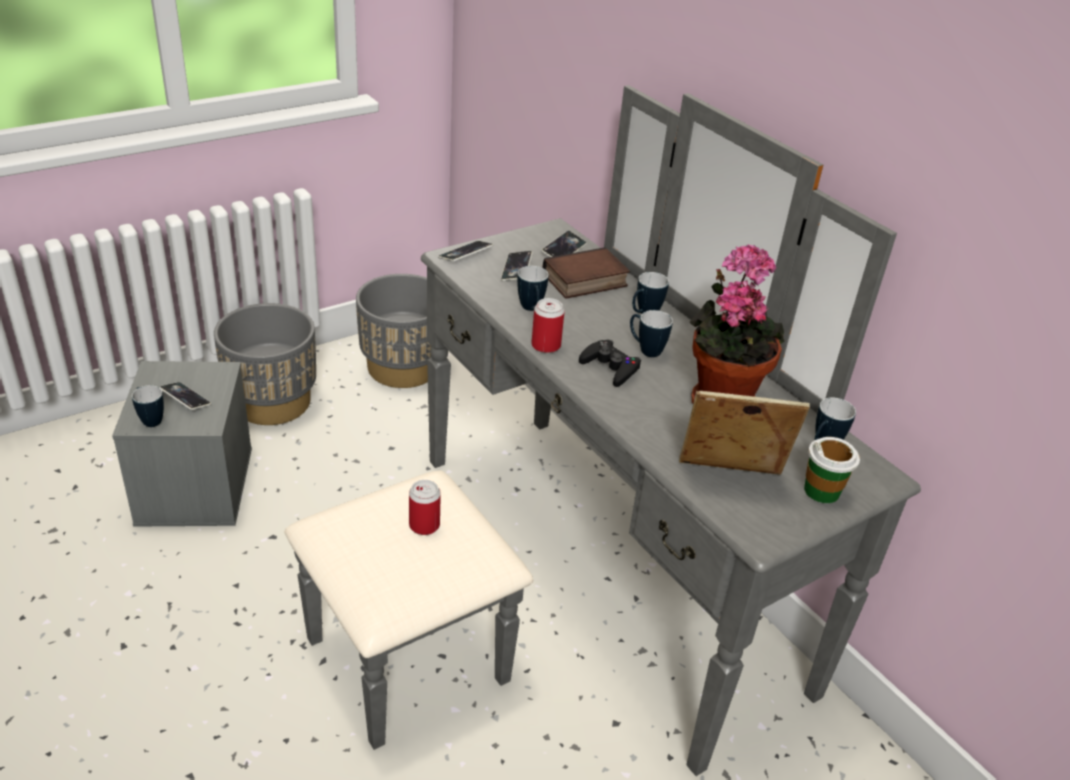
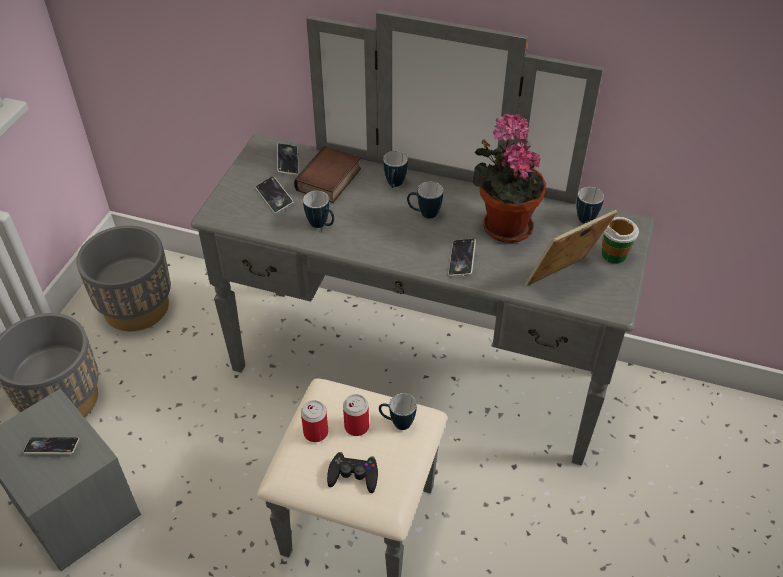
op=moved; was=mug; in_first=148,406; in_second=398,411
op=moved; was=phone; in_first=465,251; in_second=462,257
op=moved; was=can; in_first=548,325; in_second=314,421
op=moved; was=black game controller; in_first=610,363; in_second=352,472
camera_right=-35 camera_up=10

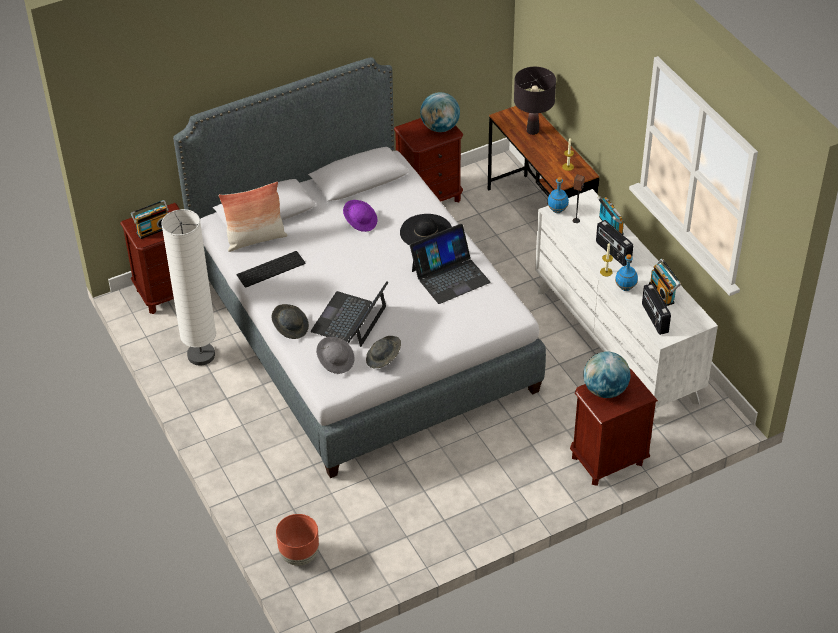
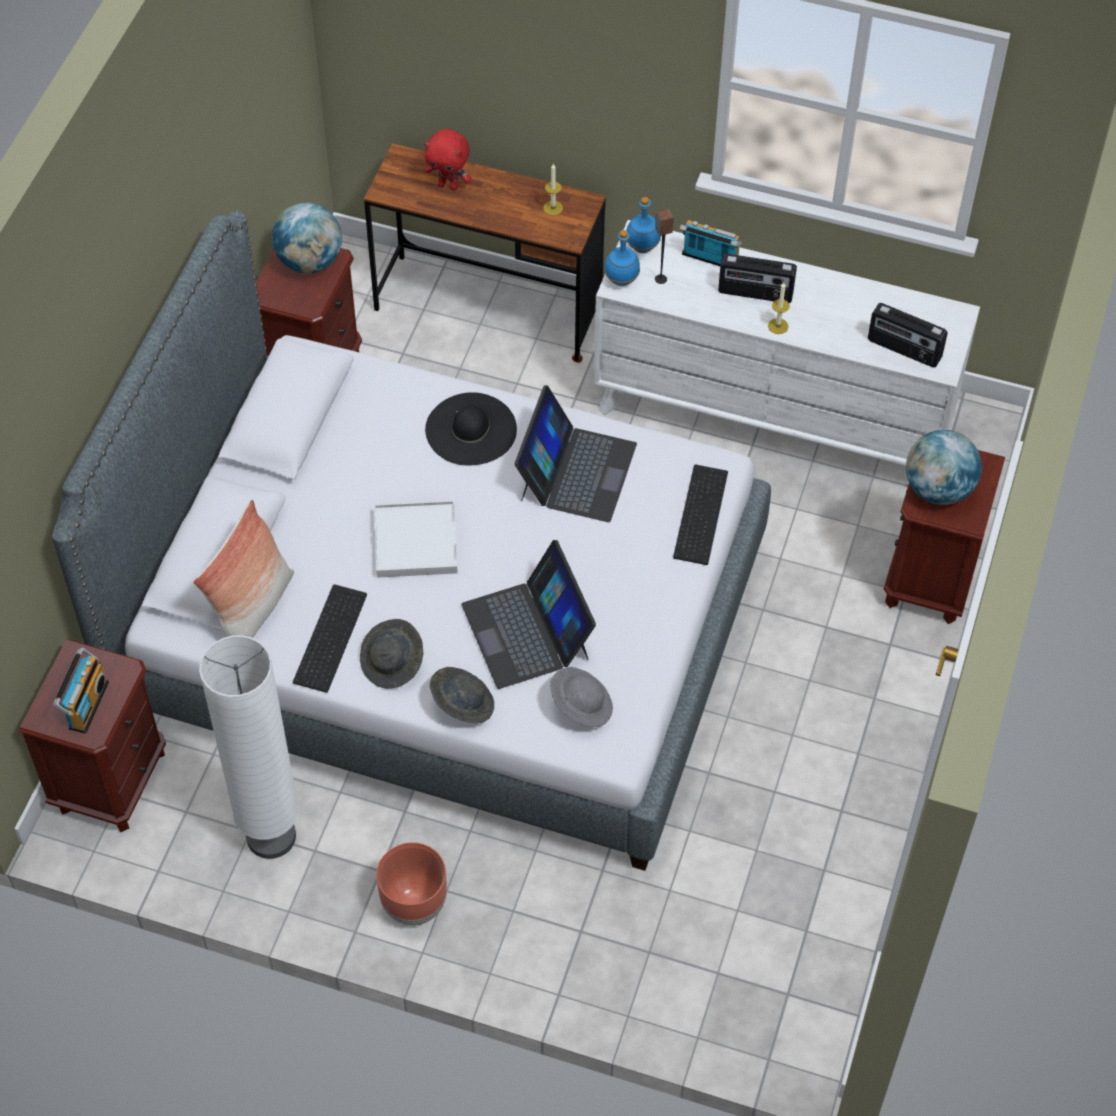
op=removed; was=purple hat; in_first=360,216
op=removed; was=radio; in_first=665,282
op=added; now=white tray; in_second=416,539
op=added; now=keyboard; in_second=700,514
op=moved; was=brown planter; in_first=297,540; in_second=411,883
op=moved; was=grey hat; in_first=383,352; in_second=391,654
op=moved; was=blue bottle; in_first=626,272; in_second=643,225
op=replaced; was=black table lamp; now=red plush toy; in_first=535,101; in_second=447,159
camera_right=-45 camera_up=10

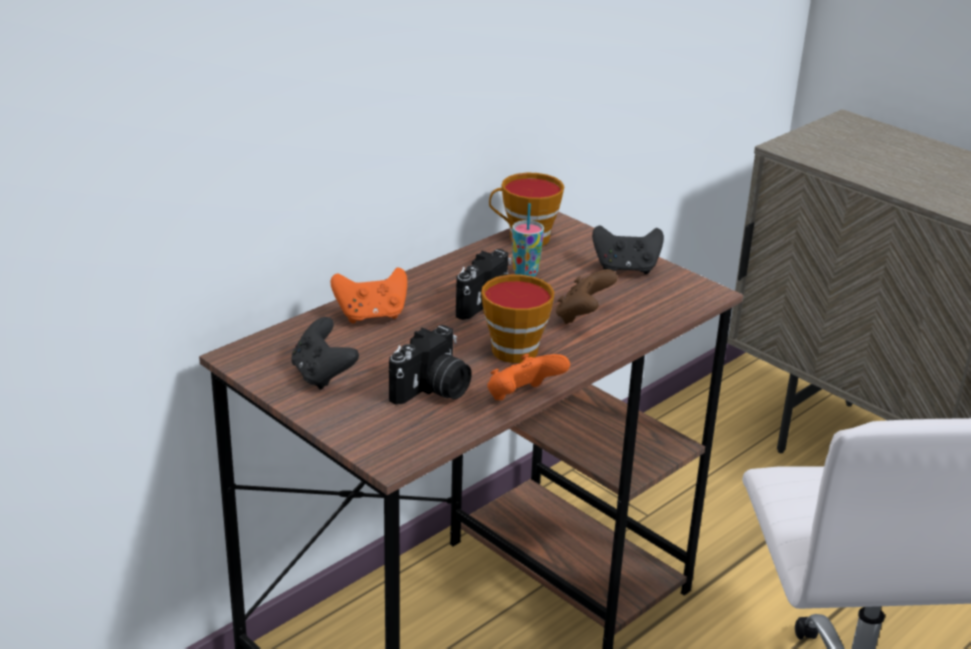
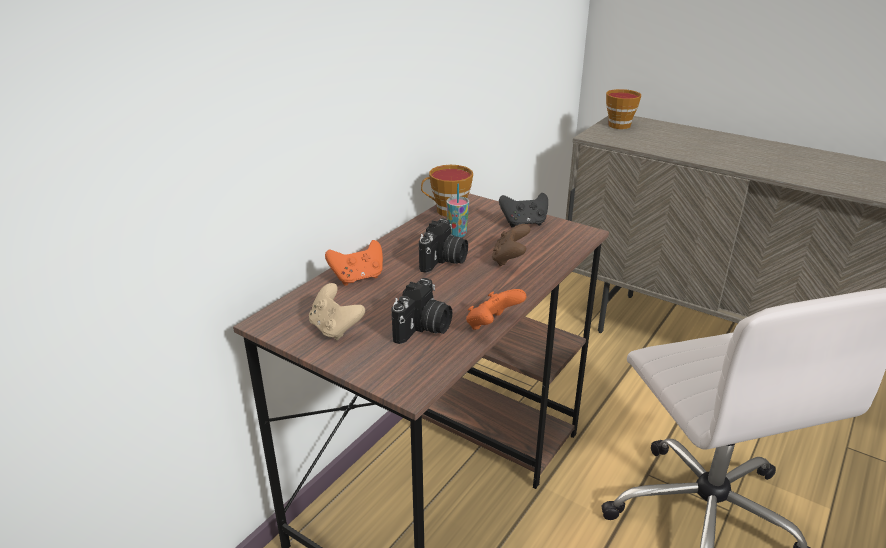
op=moved; was=cup; in_first=517,318; in_second=623,109
op=recoloured; was=black game controller; now=beige game controller; in_first=325,353; in_second=337,312
camera_right=-10 camera_up=0

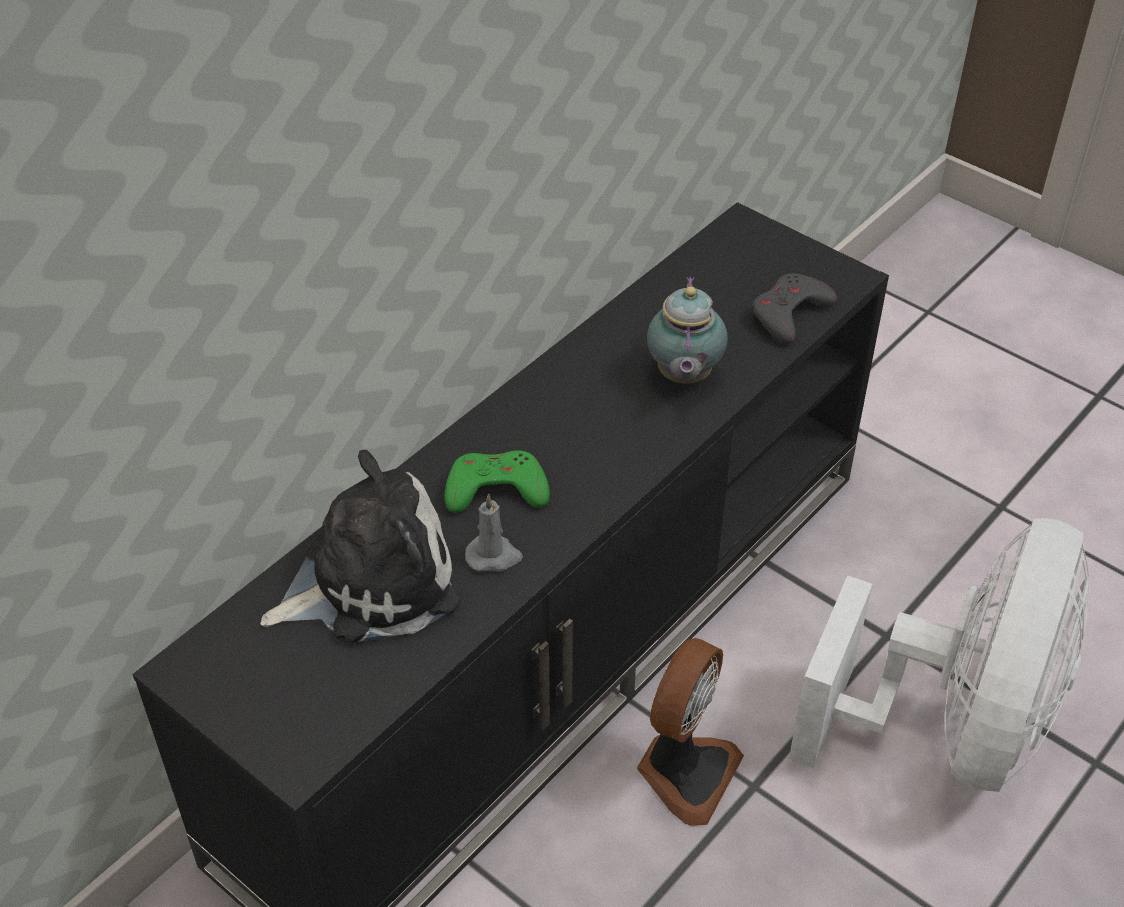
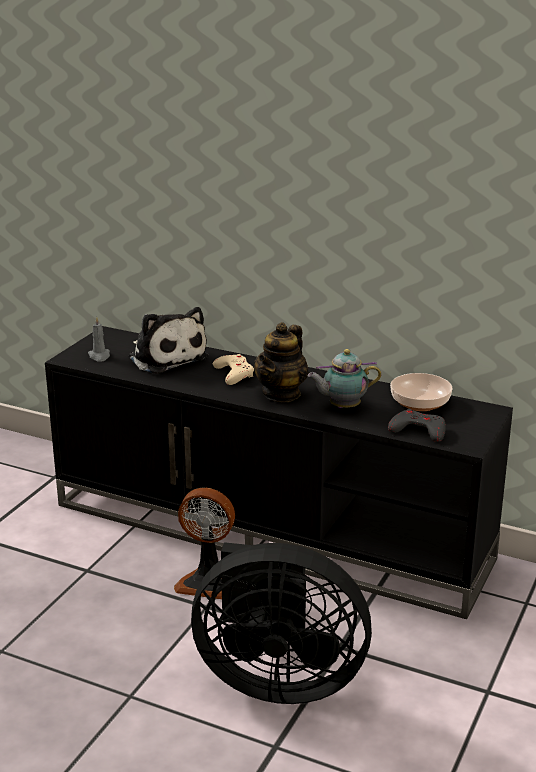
op=added; now=teapot; in_second=281,362
op=added; now=bowl; in_second=421,392
op=moved; was=grey candle; in_first=494,533; in_second=99,339
op=recoloured; was=green game controller; now=beige game controller; in_first=497,481; in_second=233,369
op=recoloured; was=white fan; now=black fan; in_first=939,655; in_second=281,623
camera_right=75 camera_up=-20

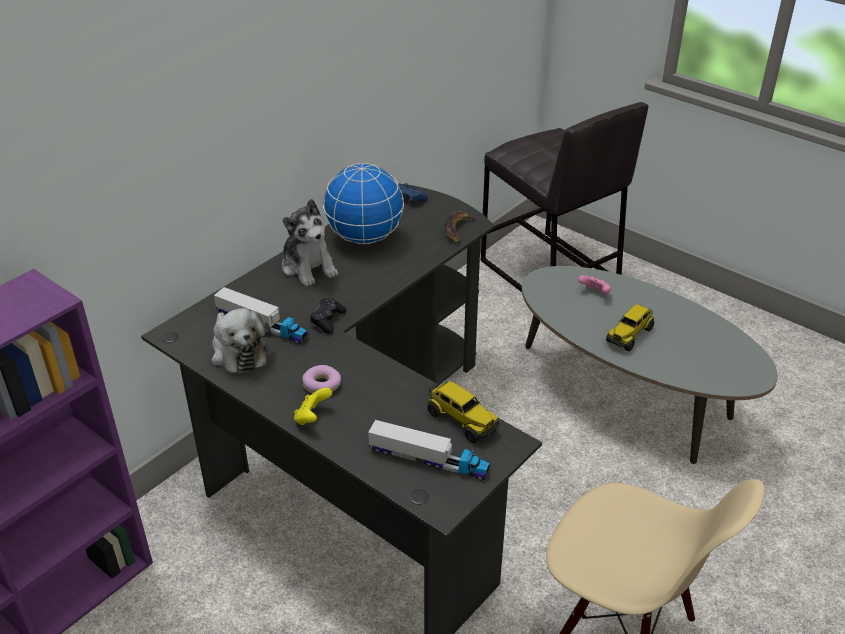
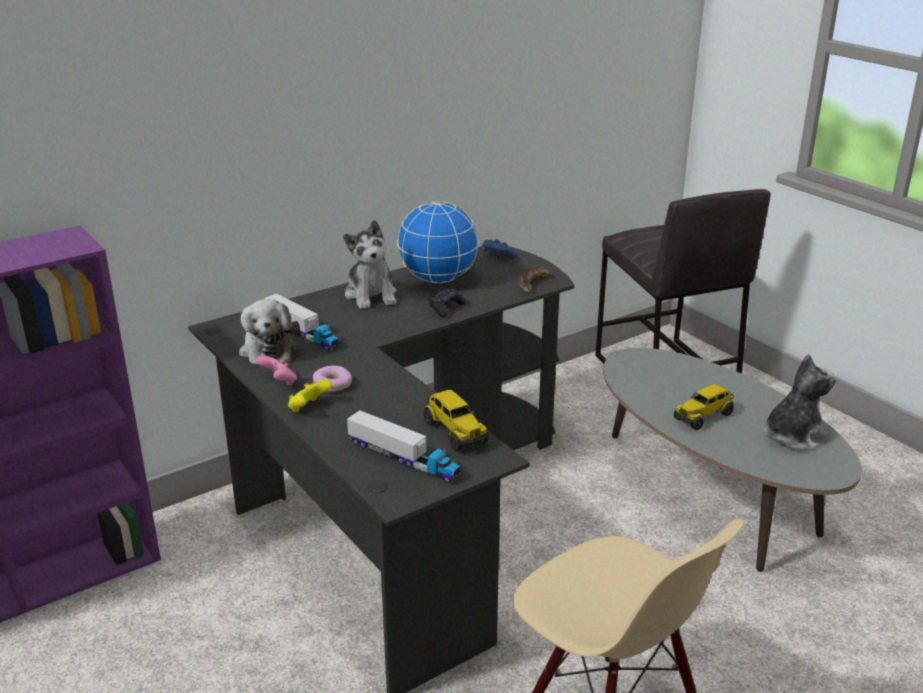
op=added; now=plush toy; in_second=800,402
op=moved; was=black game controller; in_first=328,316; in_second=447,302
op=moved; was=pink game controller; in_first=594,285; in_second=276,370
camera_right=15 camera_up=-10

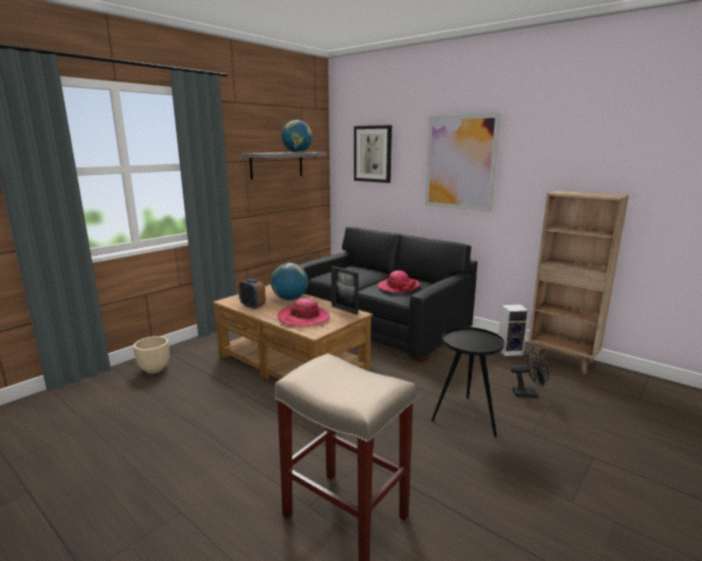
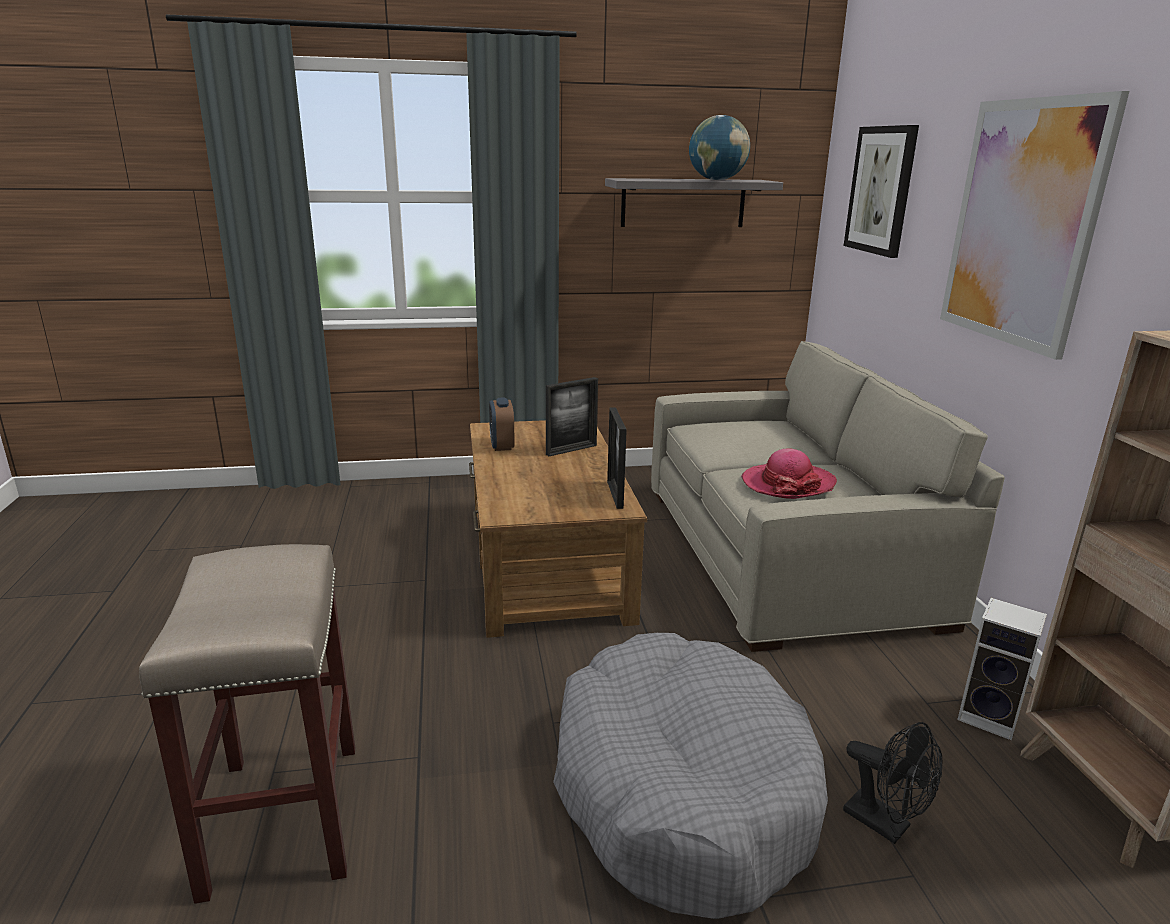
op=removed; was=beige planter; in_first=151,355
op=removed; was=hat; in_first=304,312
op=replaced; was=globe; now=picture frame; in_first=289,281; in_second=572,416
op=replaced; was=black side table; now=grey dog bed; in_first=468,382; in_second=690,776
op=recoloured; was=black sofa; now=beige sofa; in_first=388,295; in_second=828,496
camera_right=40 camera_up=5

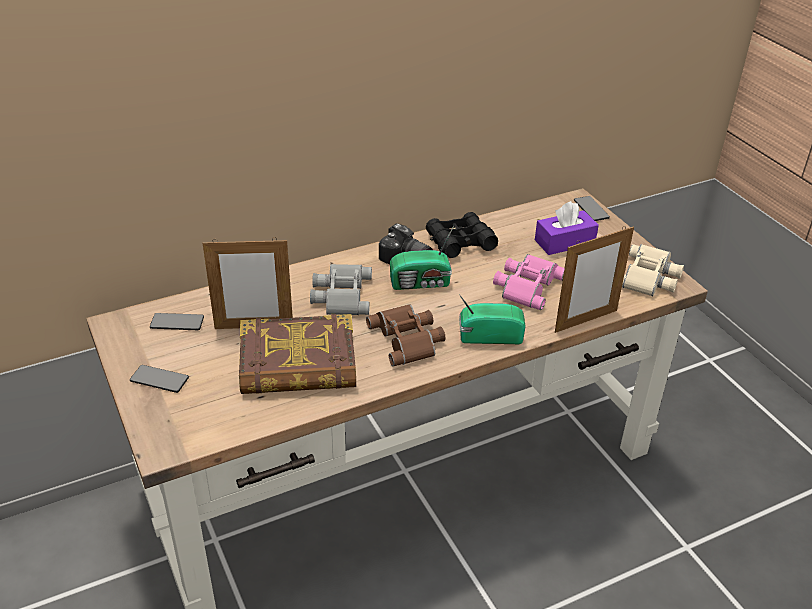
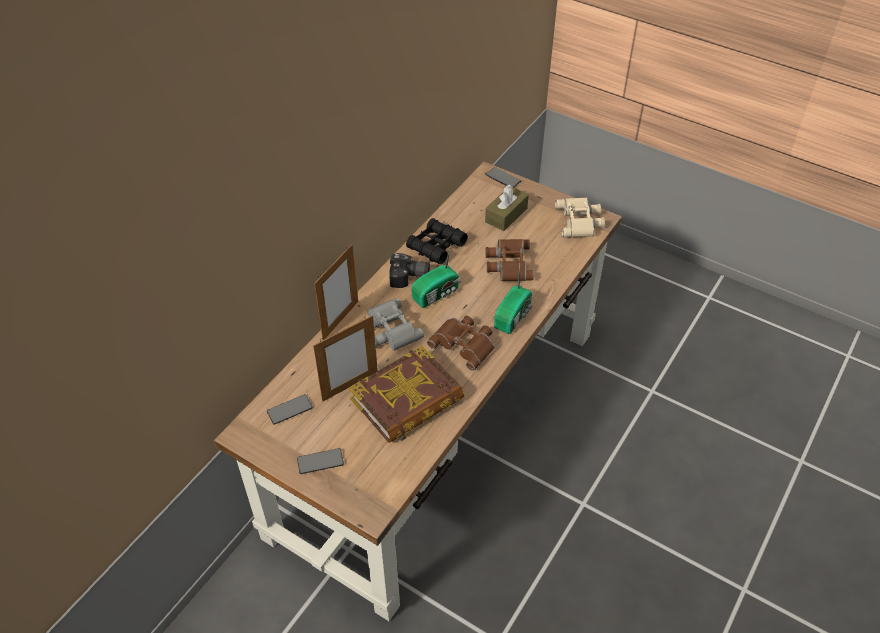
op=moved; was=picture frame; in_first=594,279; in_second=336,292
op=recoloured; was=pink binoculars; now=brown binoculars; in_first=529,282; in_second=510,260
op=recoloured; was=purple tissue box; now=brown tissue box; in_first=567,228; in_second=507,208
op=turned; was=radio; in_first=492,319; in_second=513,298; clockwise=150
camera_right=-30 camera_up=10

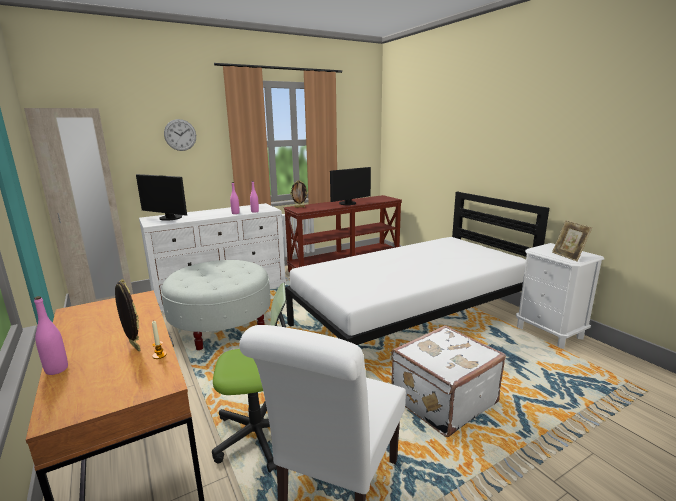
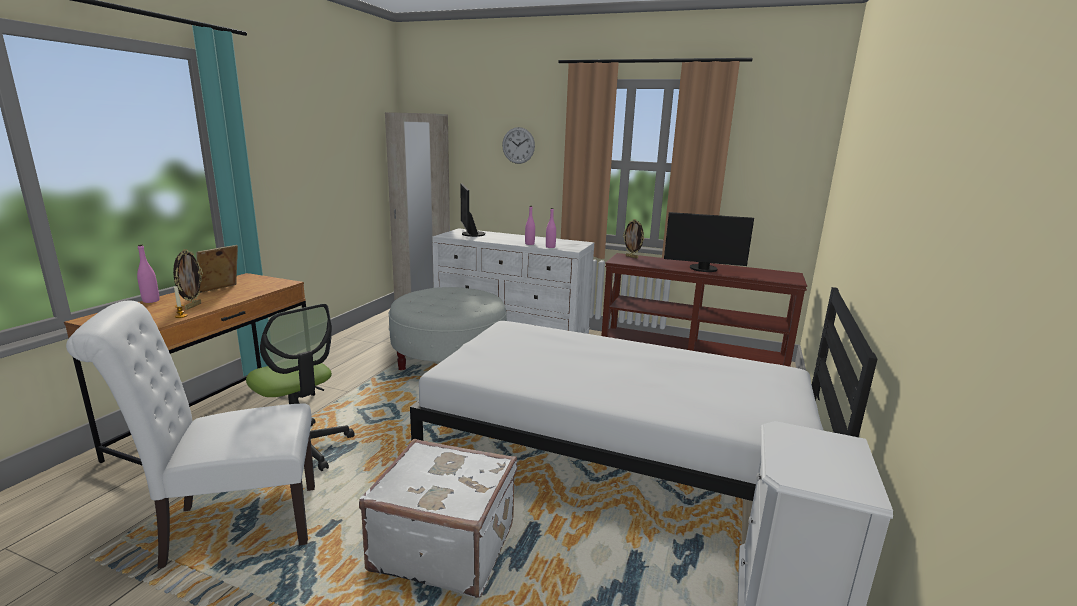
op=moved; was=picture frame; in_first=572,241; in_second=217,269
camera_right=50 camera_up=0

